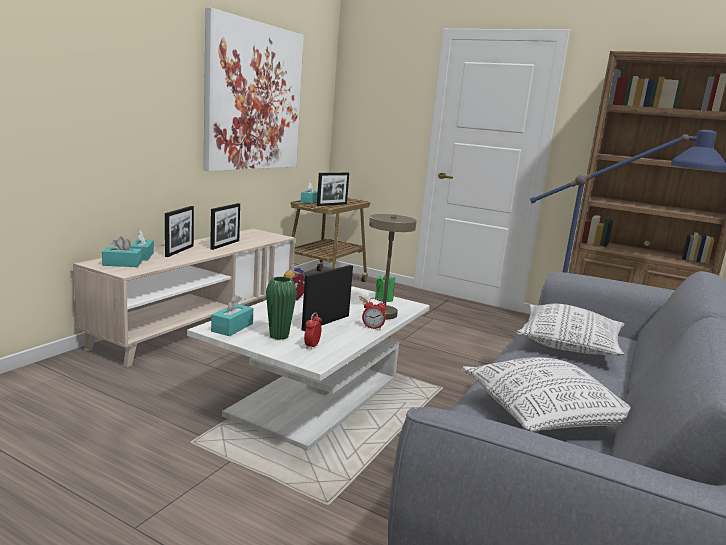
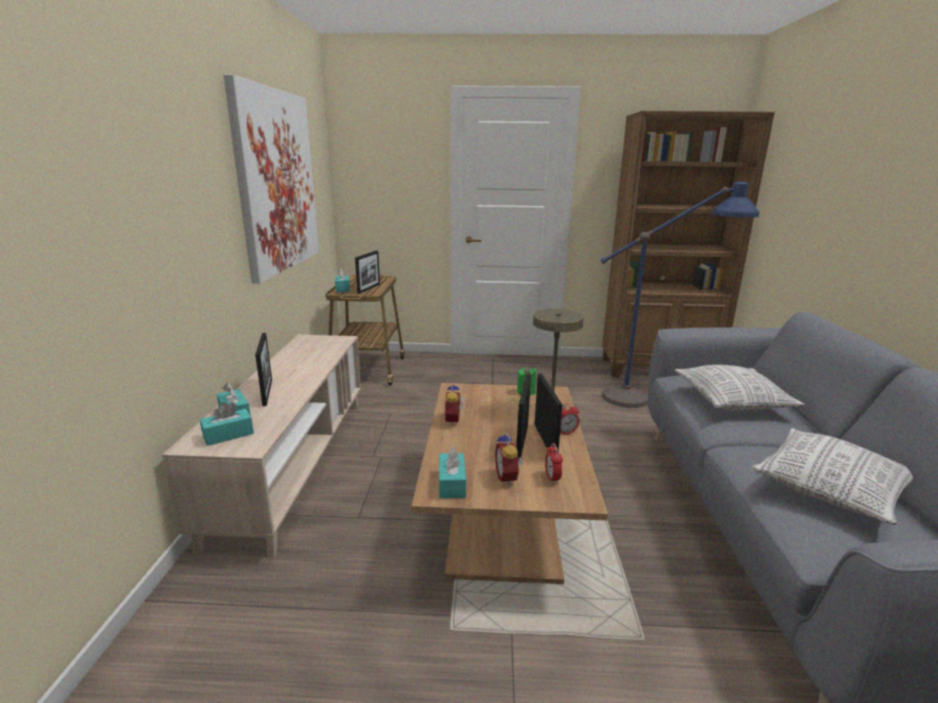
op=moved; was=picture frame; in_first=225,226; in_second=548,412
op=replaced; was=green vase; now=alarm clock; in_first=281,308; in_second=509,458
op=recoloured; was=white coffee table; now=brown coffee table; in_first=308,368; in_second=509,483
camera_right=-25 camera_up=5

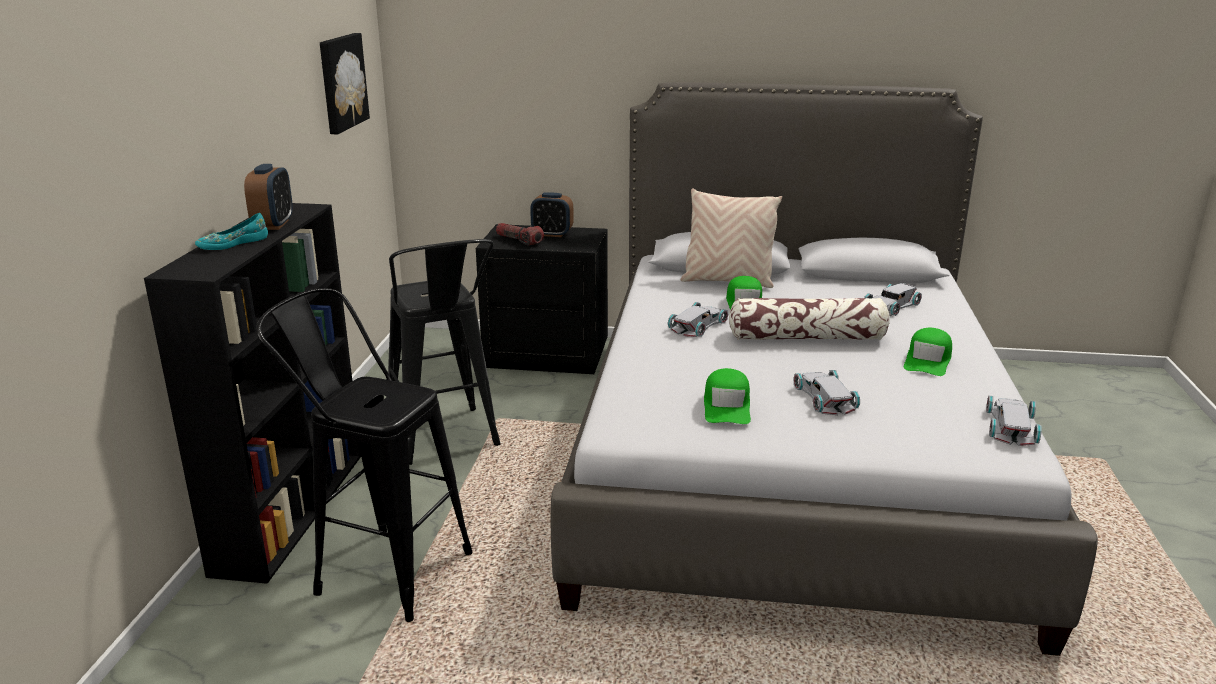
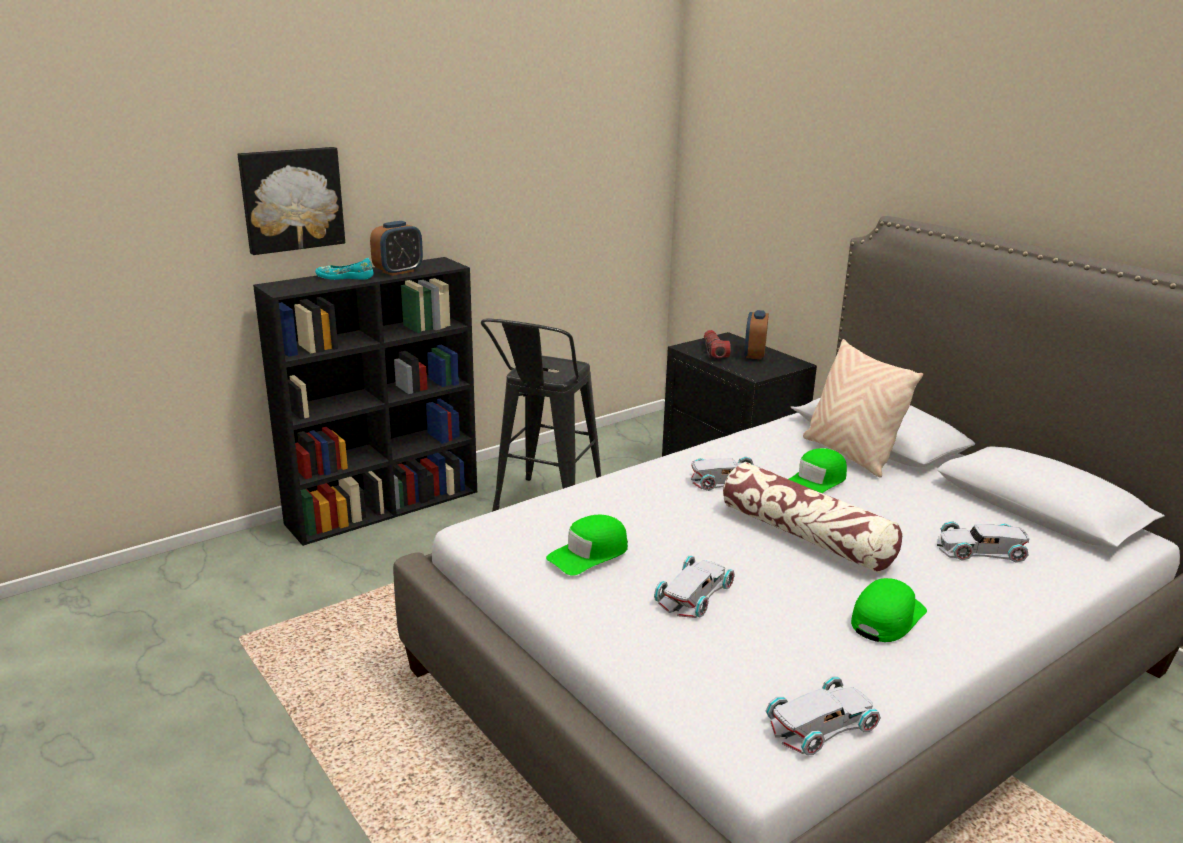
op=removed; was=black stool; in_first=364,455
op=moved; was=picture; in_first=345,83; in_second=291,201
op=turned; was=alarm clock; in_first=552,214; in_second=756,335; clockwise=45
op=turned; was=green cap; in_first=928,352; in_second=889,610; clockwise=150
camera_right=45 camera_up=0

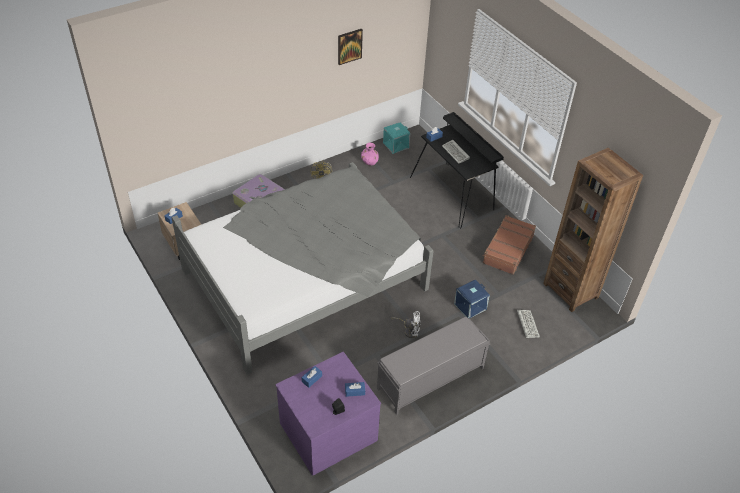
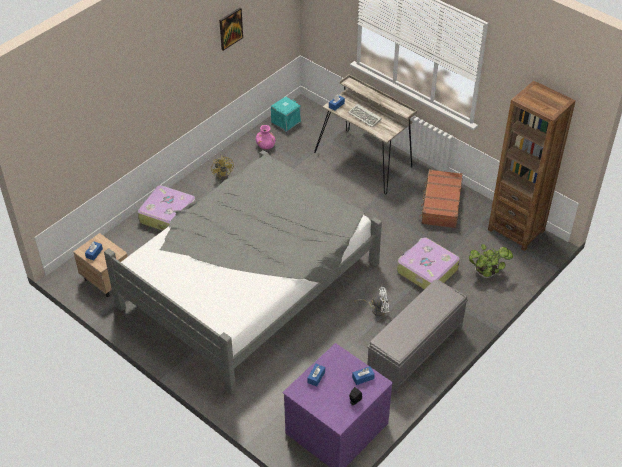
op=replaced; was=blue storage box; now=suitcase; in_first=472,299; in_second=428,263
op=replaced; was=keyboard; now=potted plant; in_first=528,324; in_second=491,261
op=recoloured; was=black desk; now=beige desk; in_first=457,170; in_second=365,135
camera_right=-15 camera_up=0

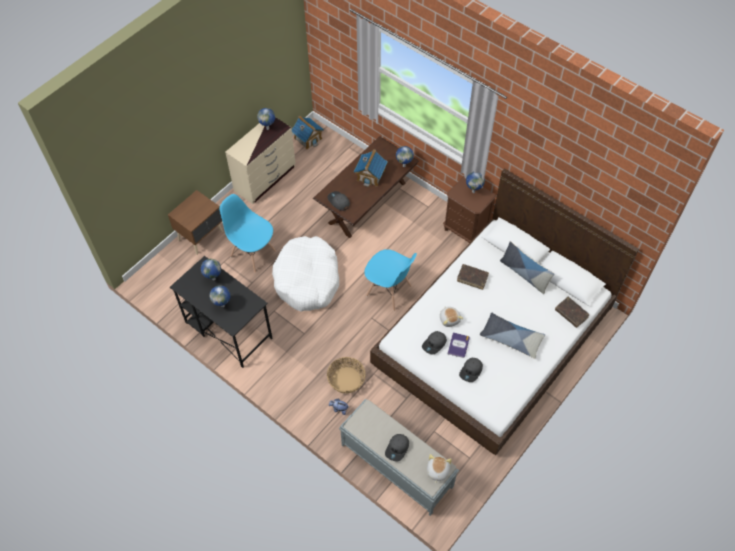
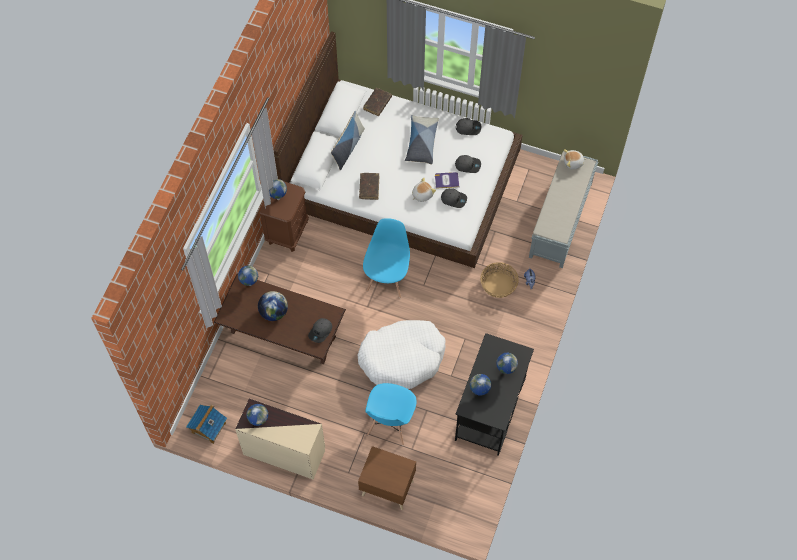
op=moved; was=grey cap; in_first=397,447; in_second=468,126
op=replaced; was=toy house; now=globe; in_first=371,168; in_second=273,306
camera_right=-110 camera_up=5

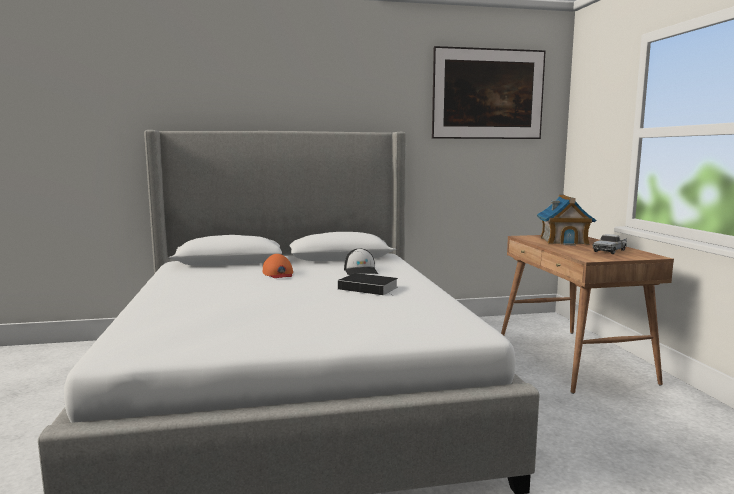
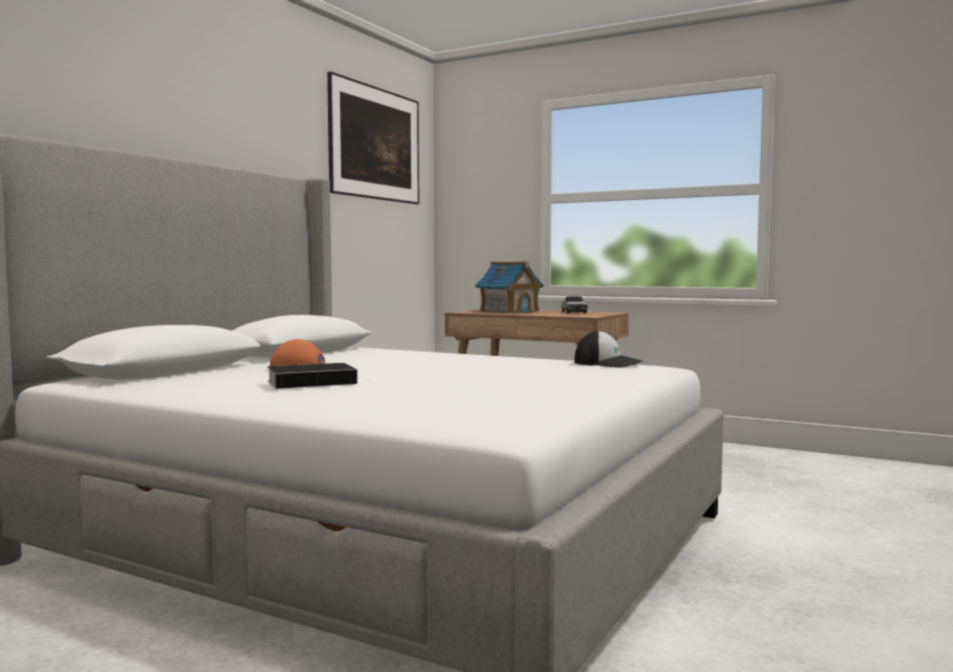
op=moved; was=book; in_first=368,284; in_second=319,376
op=moved; was=cap; in_first=361,261; in_second=609,349
camera_right=-50 camera_up=-5

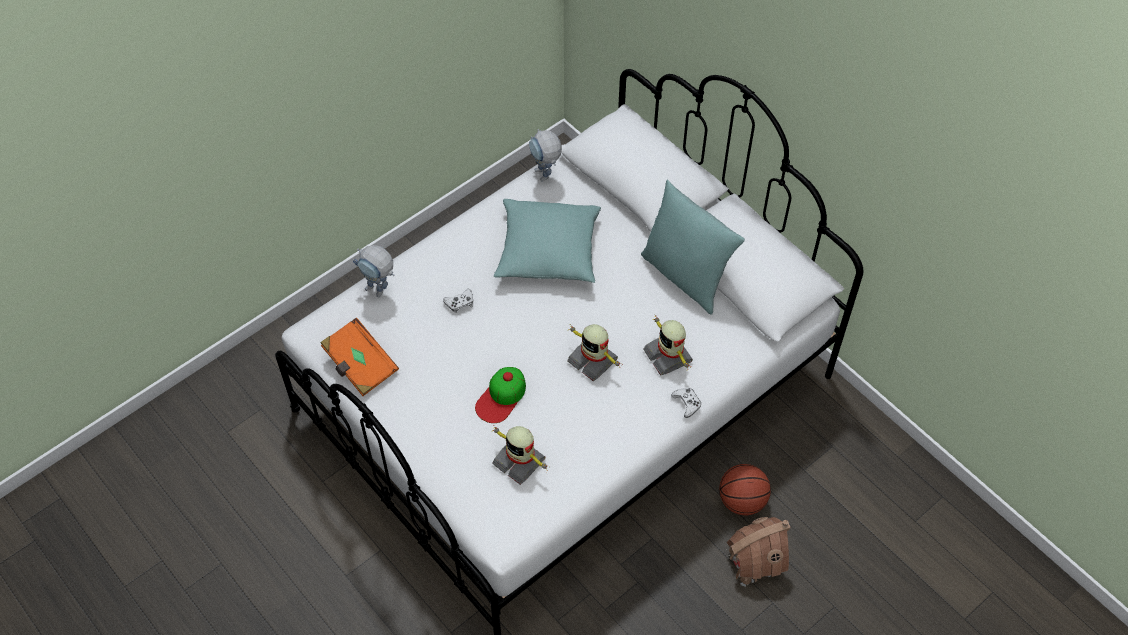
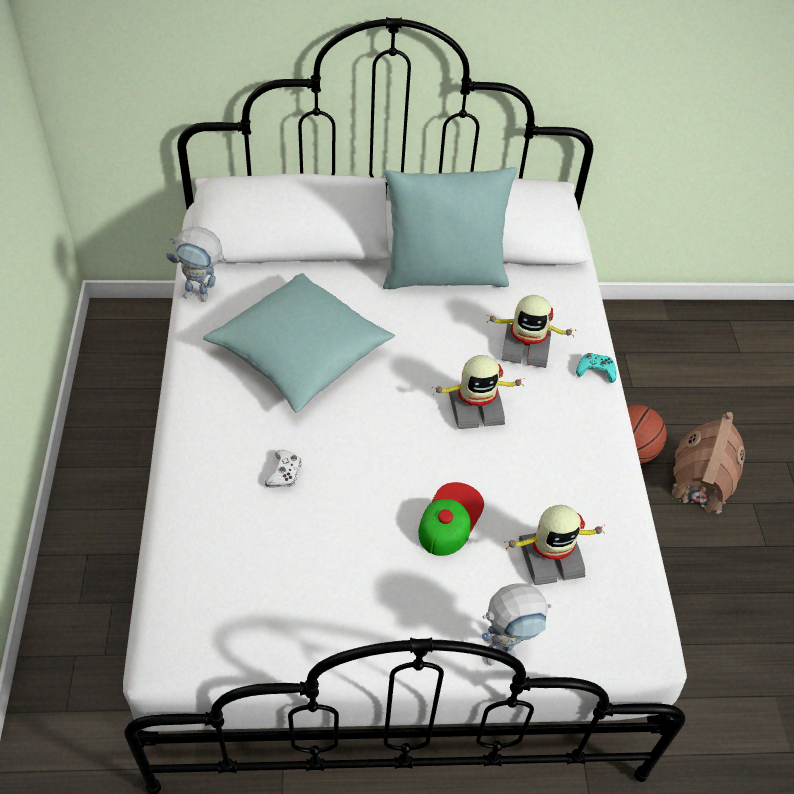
op=removed; was=orange book; in_first=359,357
op=moved; was=toy robot; in_first=374,271; in_second=516,624
op=recoloured; was=white game controller; now=turquoise game controller; in_first=686,403; in_second=596,368
op=turned; was=cap; in_first=500,395; in_second=451,519; clockwise=-135
camera_right=-55 camera_up=-5

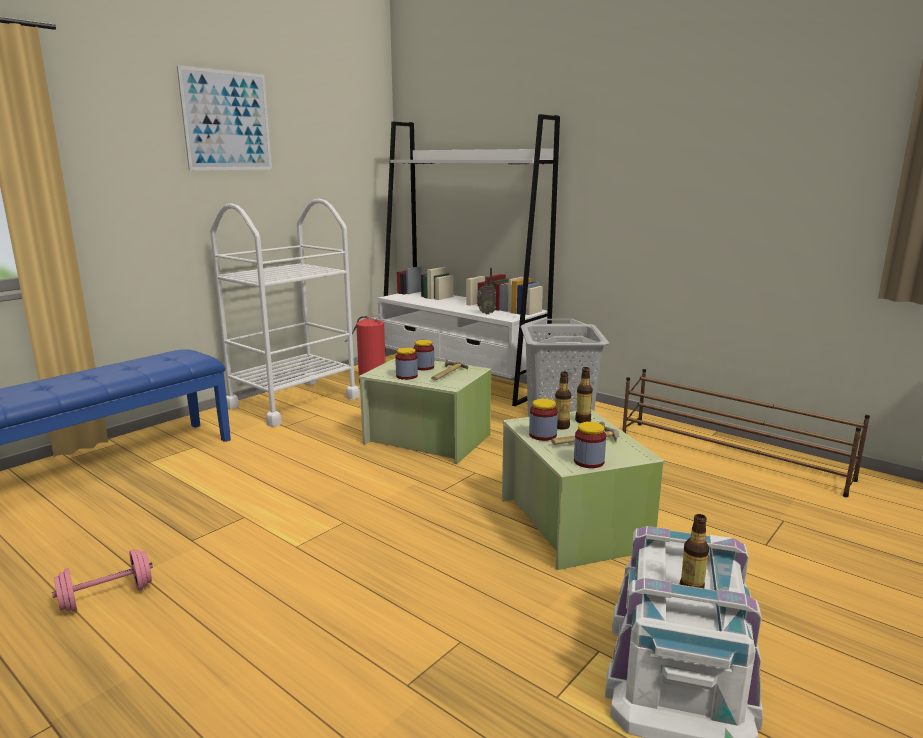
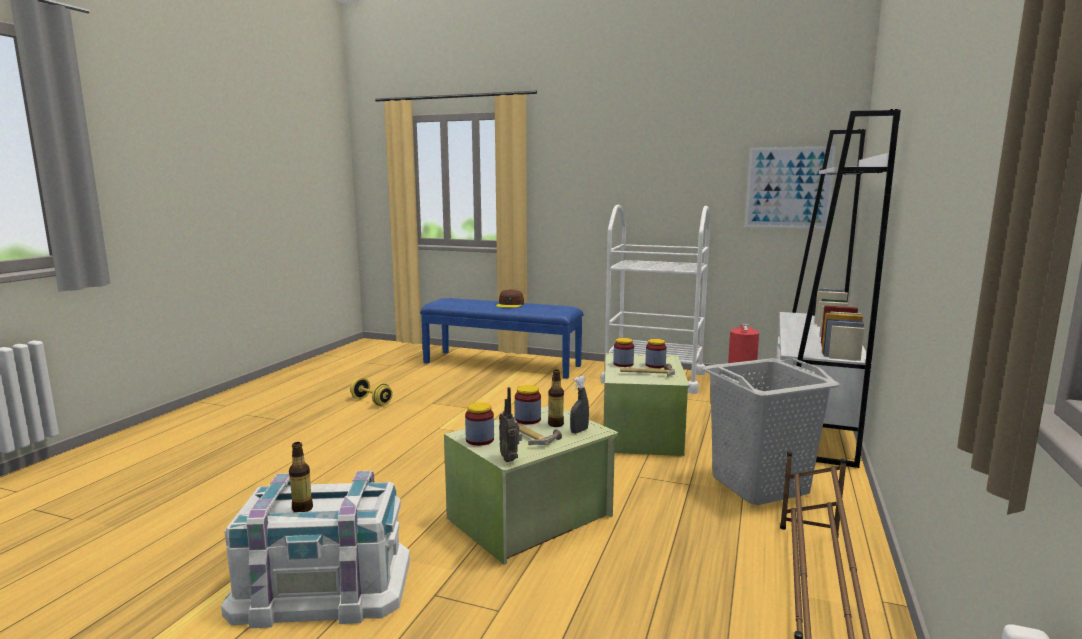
op=added; now=brown cap; in_second=510,298
op=moved; was=picture; in_first=224,118; in_second=790,187
op=moved; was=radio; in_first=486,291; in_second=510,424
op=replaced; was=bottle; now=grey spray bottle; in_first=584,395; in_second=579,405
op=recoloured; was=pink dumbbell; now=yellow dumbbell; in_first=102,580; in_second=371,391
camera_right=70 camera_up=-5

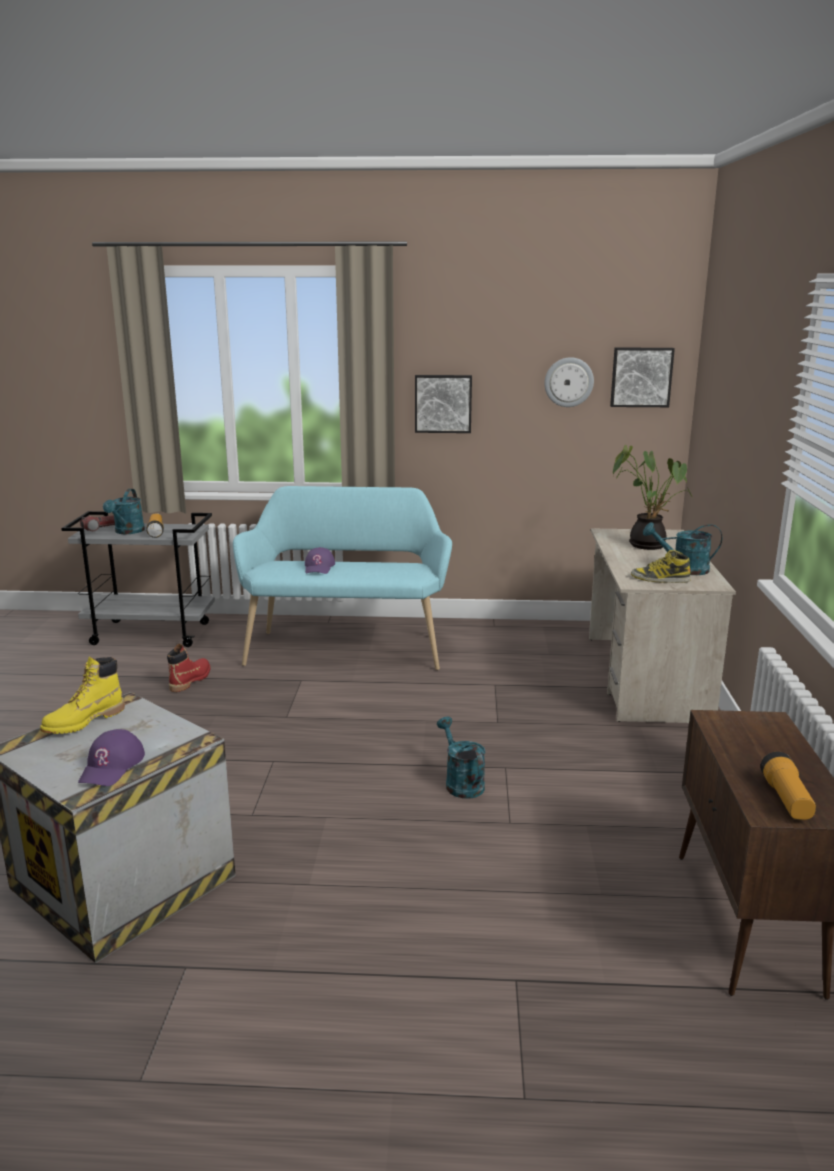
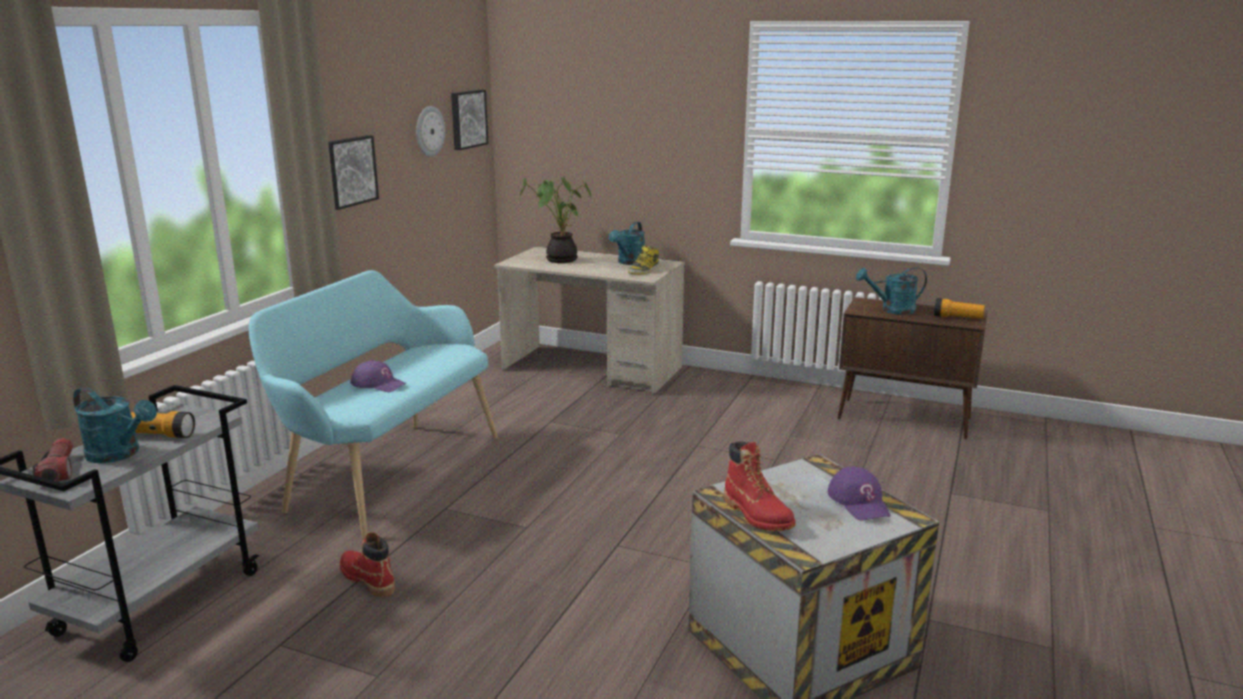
op=moved; was=turquoise watering can; in_first=461,758; in_second=891,291
op=recoloured; was=yellow boot; now=red boot; in_first=82,695; in_second=760,486
op=turned; was=purple cap; in_first=111,757; in_second=859,493; clockwise=45
camera_right=-70 camera_up=0

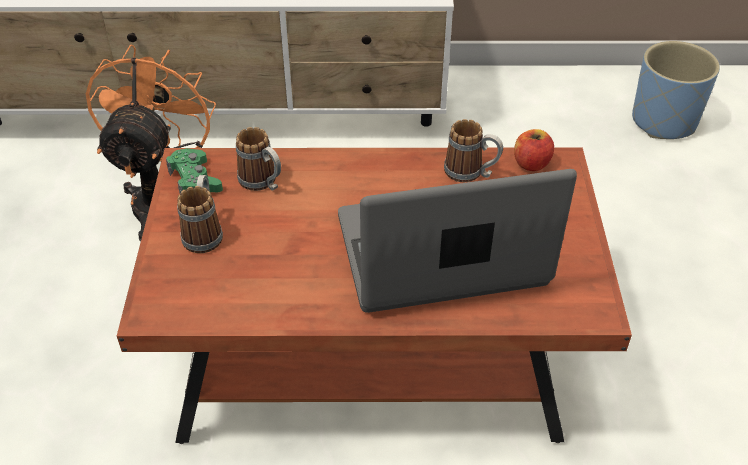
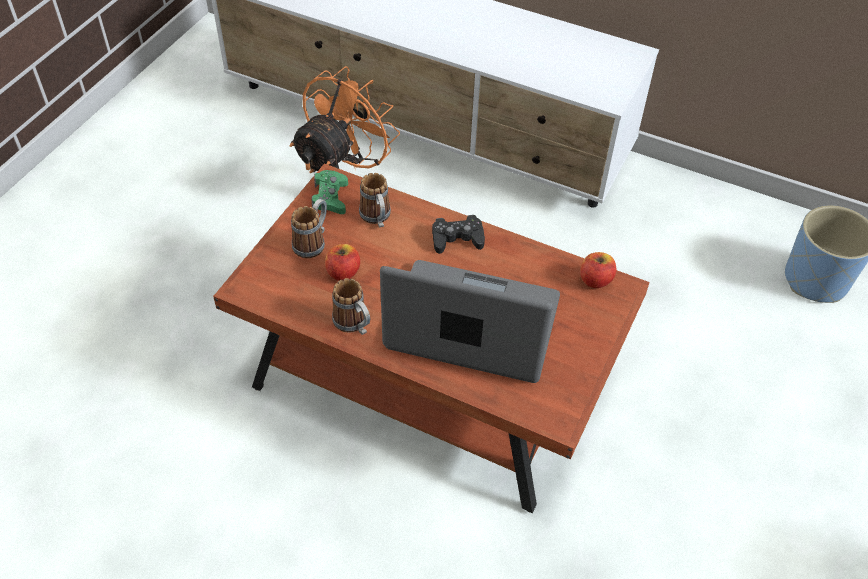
op=added; now=apple; in_second=342,262
op=added; now=black game controller; in_second=458,234
op=moved; was=mug; in_first=473,150; in_second=351,306
camera_right=25 camera_up=5

